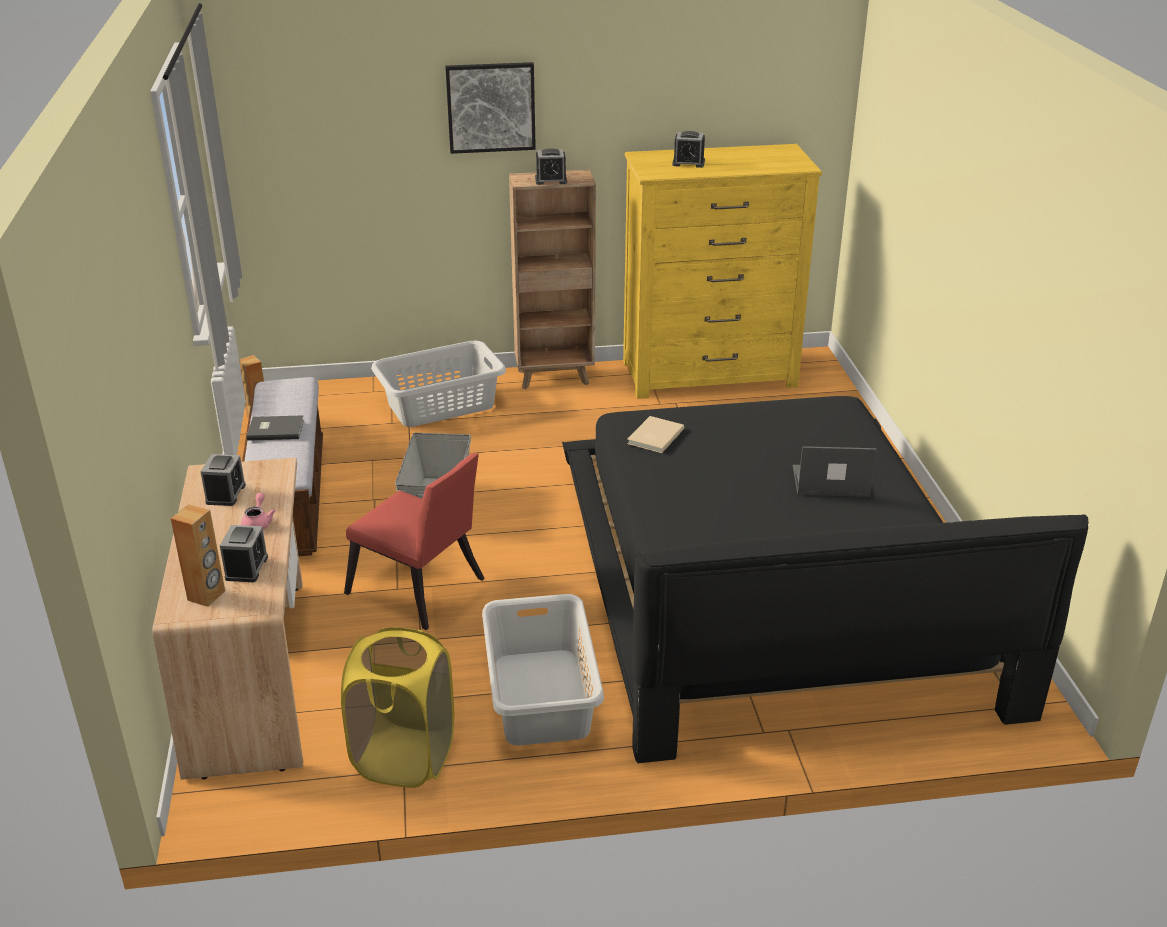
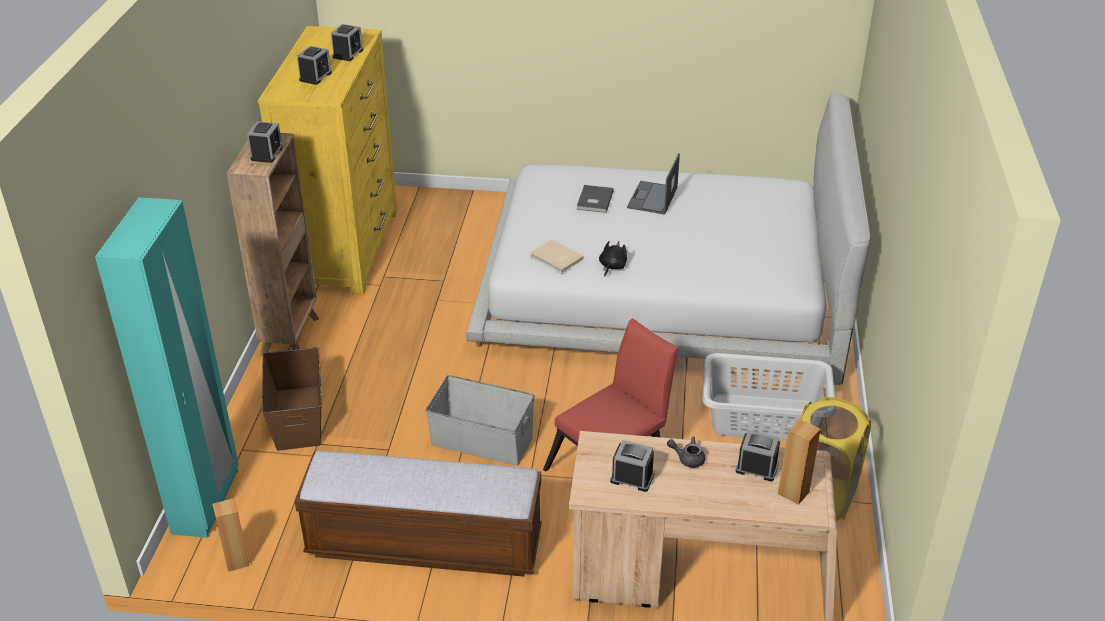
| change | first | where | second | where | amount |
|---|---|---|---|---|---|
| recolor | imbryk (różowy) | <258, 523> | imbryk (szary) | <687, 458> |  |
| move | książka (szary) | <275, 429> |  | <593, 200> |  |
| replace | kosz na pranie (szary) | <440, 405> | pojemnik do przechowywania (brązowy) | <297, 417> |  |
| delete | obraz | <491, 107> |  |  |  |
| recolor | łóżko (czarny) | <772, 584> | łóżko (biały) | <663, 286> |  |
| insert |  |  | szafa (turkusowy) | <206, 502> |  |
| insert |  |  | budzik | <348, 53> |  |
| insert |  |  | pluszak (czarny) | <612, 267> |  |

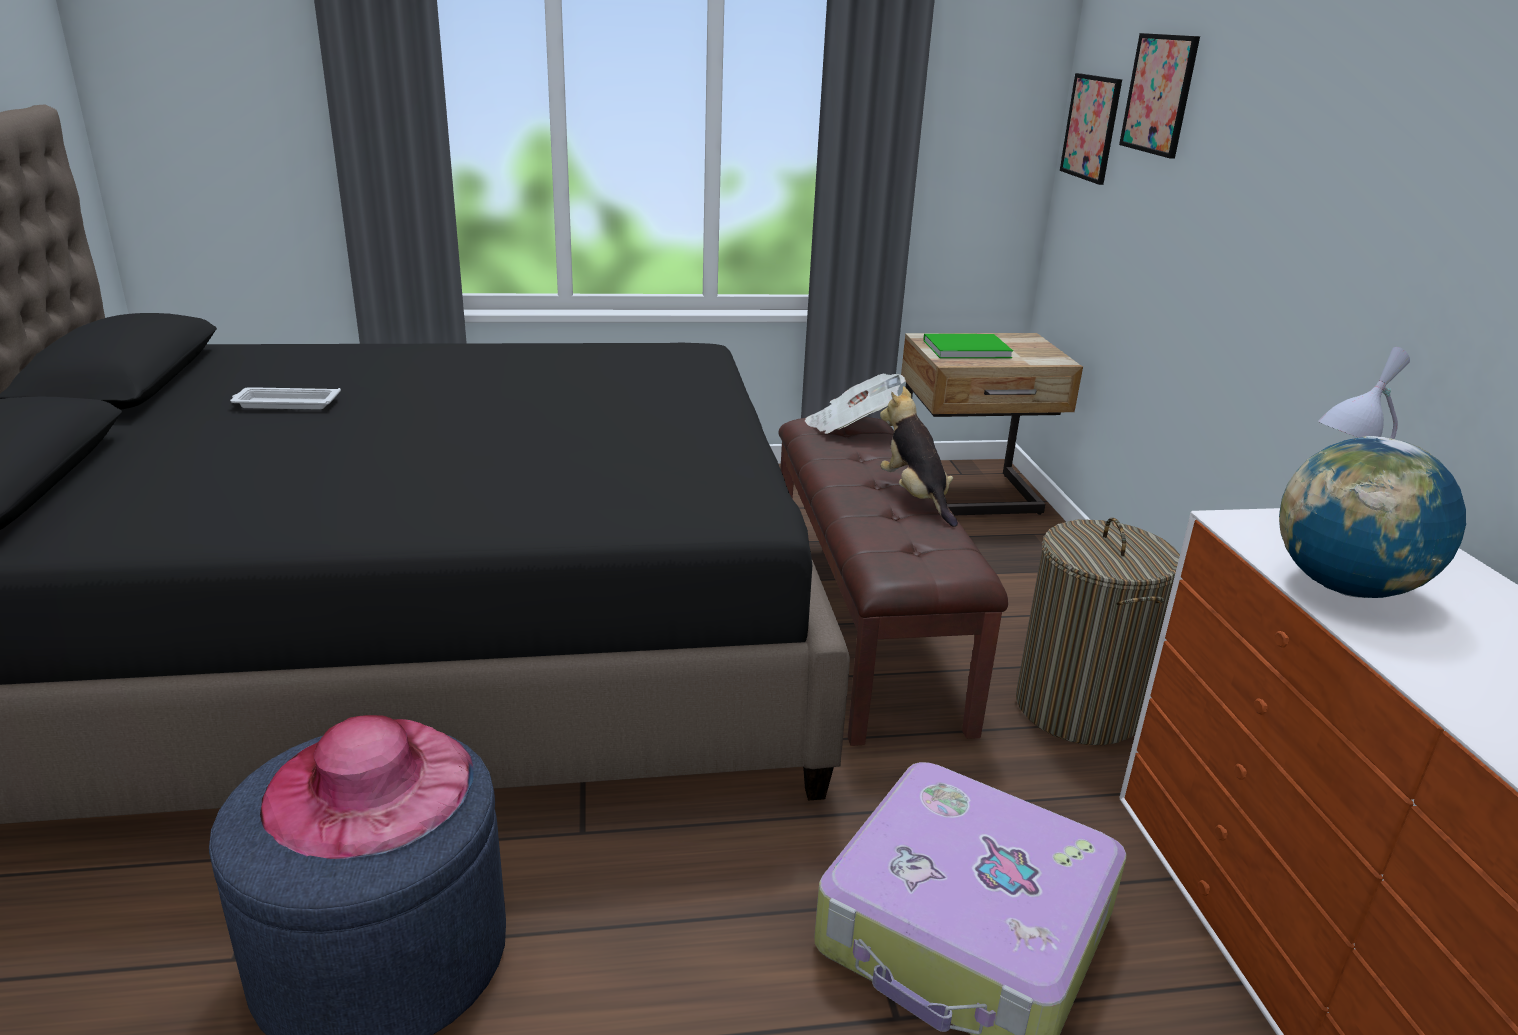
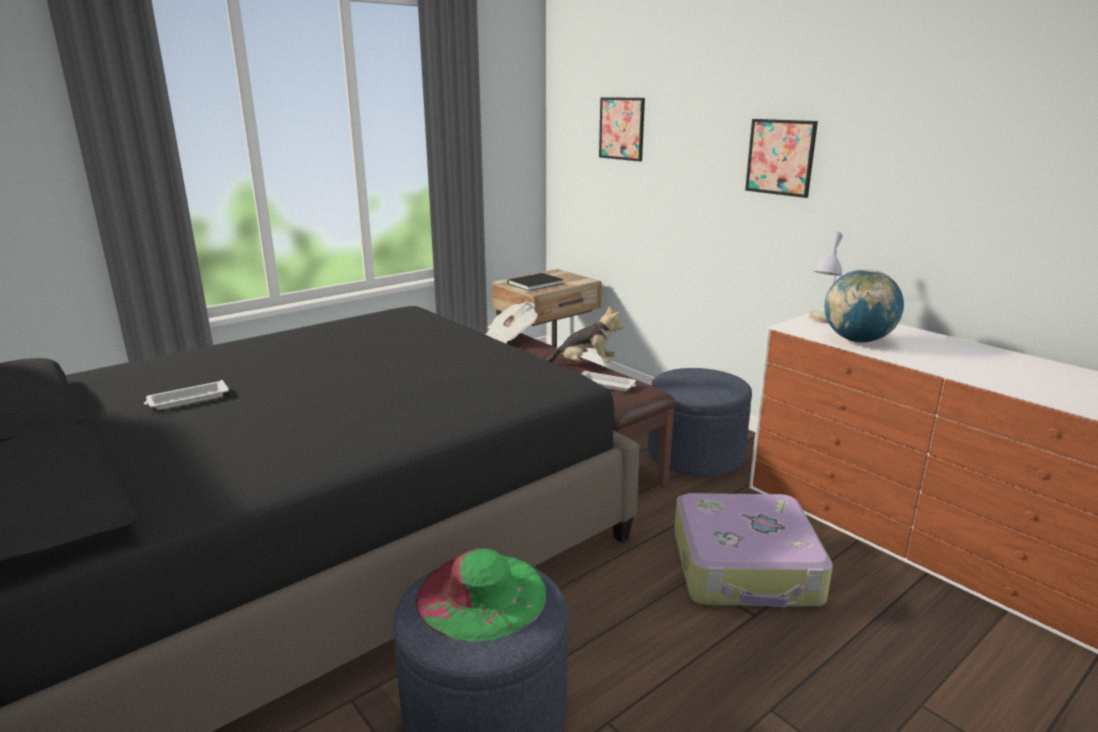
| change | first | where | second | where | amount |
|---|---|---|---|---|---|
| recolor | kapelusz (różowy) | <369, 785> | kapelusz (zielony) | <481, 595> |  |
| rotate | pluszak | <915, 497> |  | <585, 365> | 150 degrees clockwise |
| recolor | książka (zielony) | <963, 348> | książka (czarny) | <533, 283> |  |
| replace | kosz na pranie | <1078, 708> | pufa (niebieski) | <695, 455> |  |
| move | obraz | <1091, 127> |  | <780, 157> |  |
| insert |  |  | taca (biały) | <607, 385> |  |

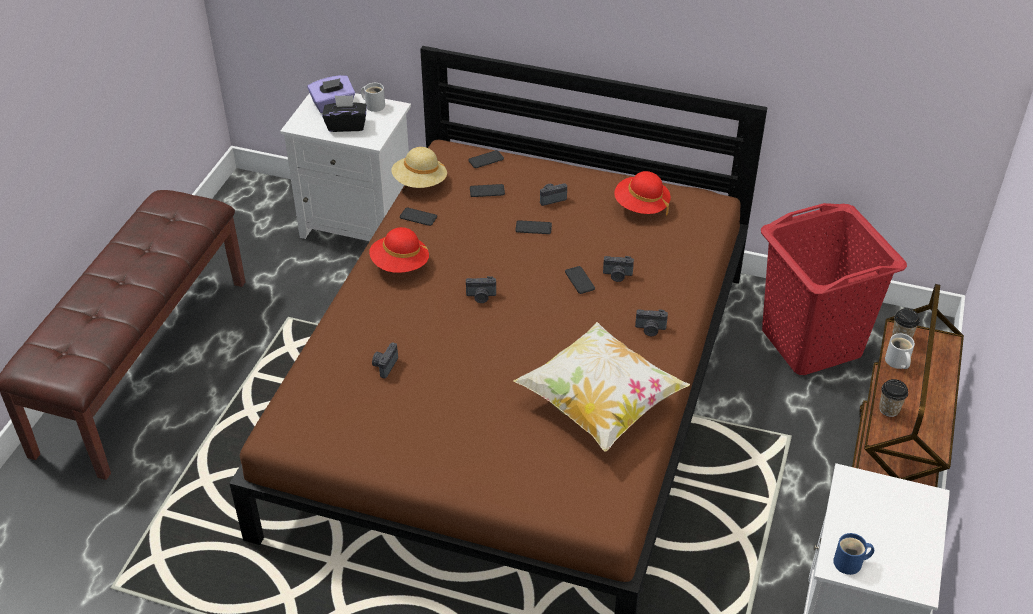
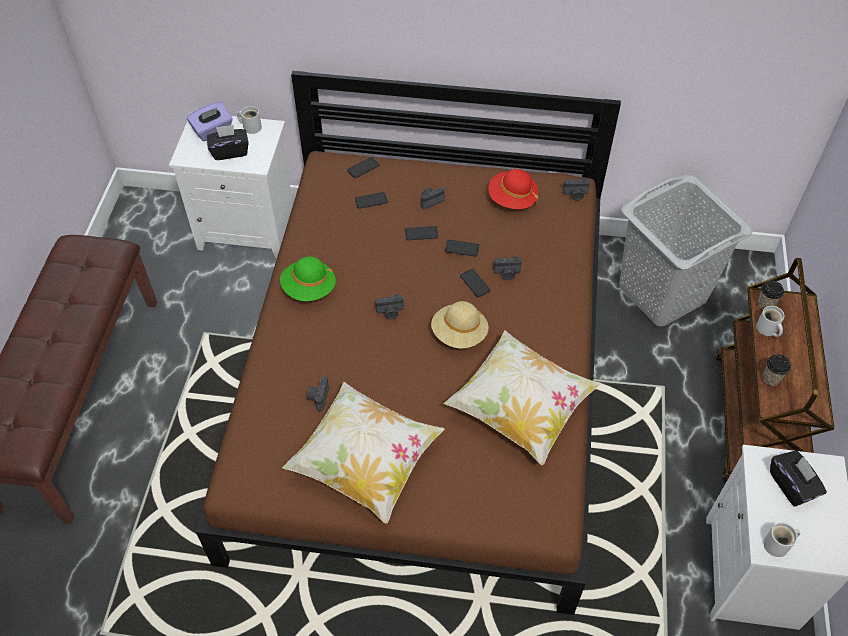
| change | first | where | second | where | amount |
|---|---|---|---|---|---|
| recolor | kapelusz (czerwony) | <400, 265> | kapelusz (zielony) | <309, 289> |  |
| move | kapelusz (beżowy) | <420, 182> |  | <459, 334> |  |
| move | telefon | <418, 217> |  | <462, 248> |  |
| move | aparat fotograficzny | <650, 329> |  | <575, 195> |  |
| recolor | kosz na pranie (czerwony) | <811, 341> | kosz na pranie (szary) | <662, 292> |  |
| recolor | kubek (niebieski) | <850, 563> | kubek (biały) | <778, 545> |  |
| insert |  |  | poduszka | <365, 463> |  |
| insert |  |  | pudełko chusteczek (czarny) | <792, 485> |  |

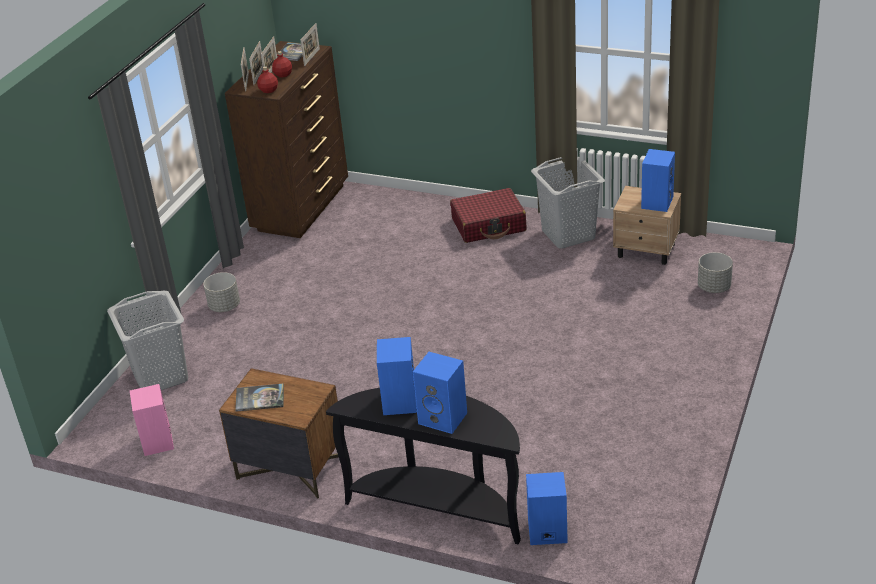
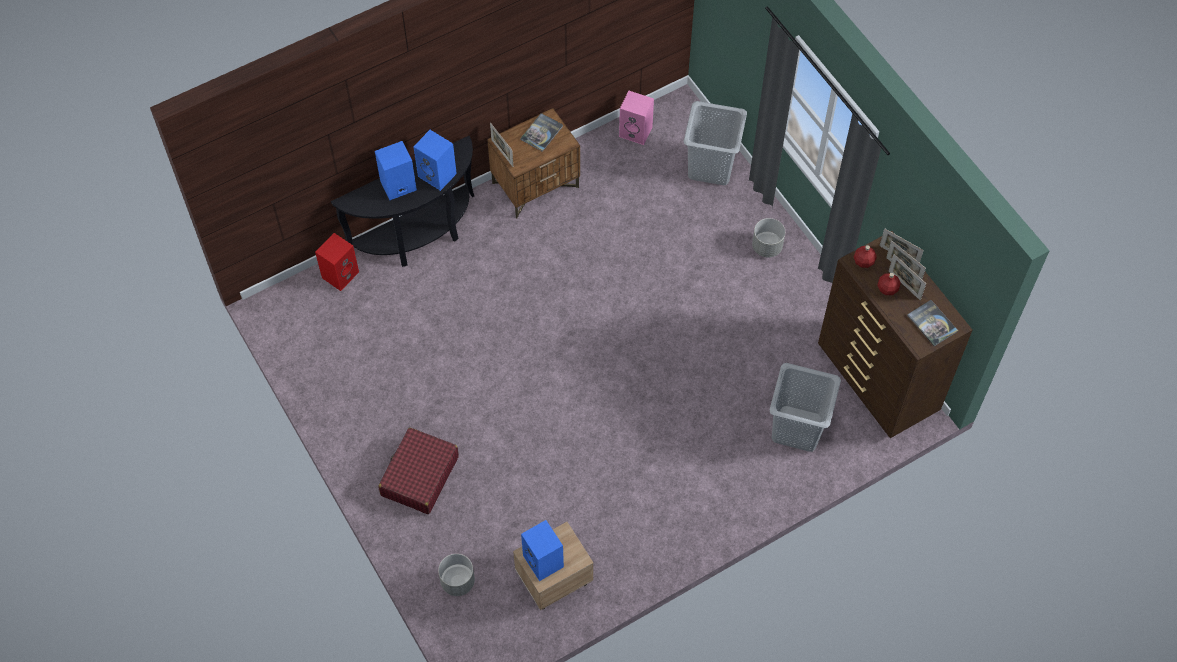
| change | first | where | second | where | amount |
|---|---|---|---|---|---|
| move | ramka na zdjęcie | <312, 57> |  | <502, 153> |  |
| move | walizka (czerwony) | <489, 225> |  | <419, 476> |  |
| recolor | głośnik (niebieski) | <546, 532> | głośnik (czerwony) | <340, 274> |  |
| move | kosz na pranie (szary) | <568, 234> |  | <797, 429> |  |

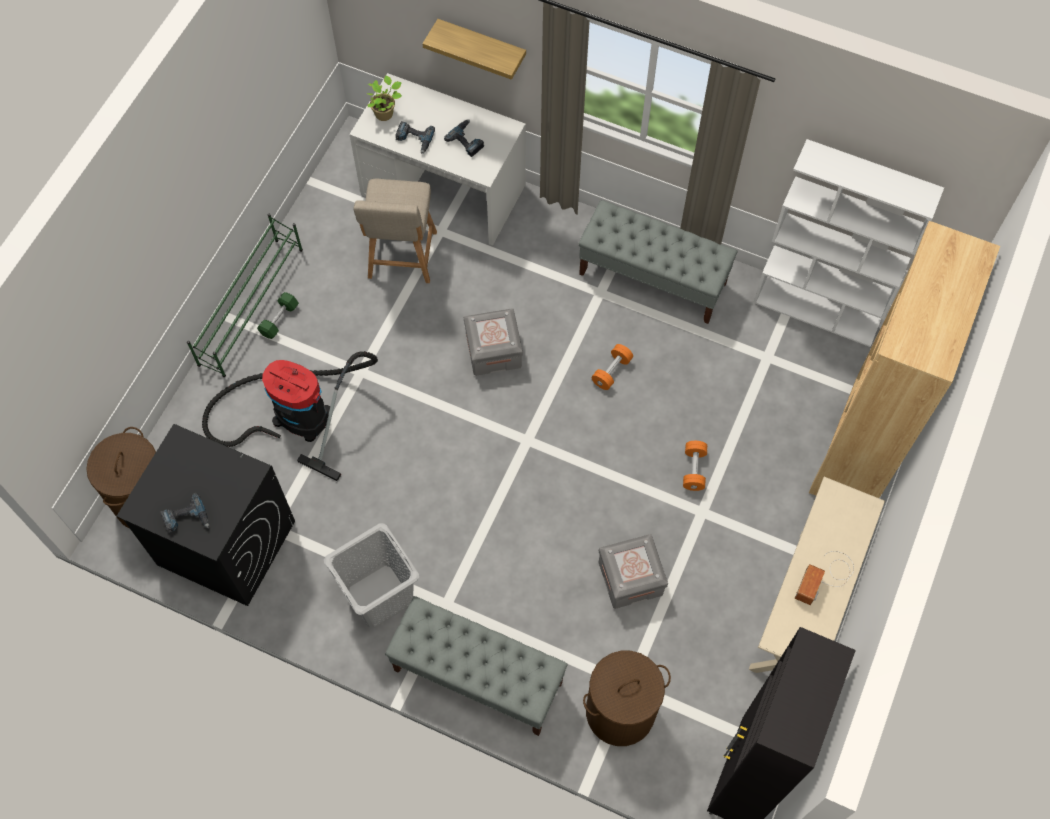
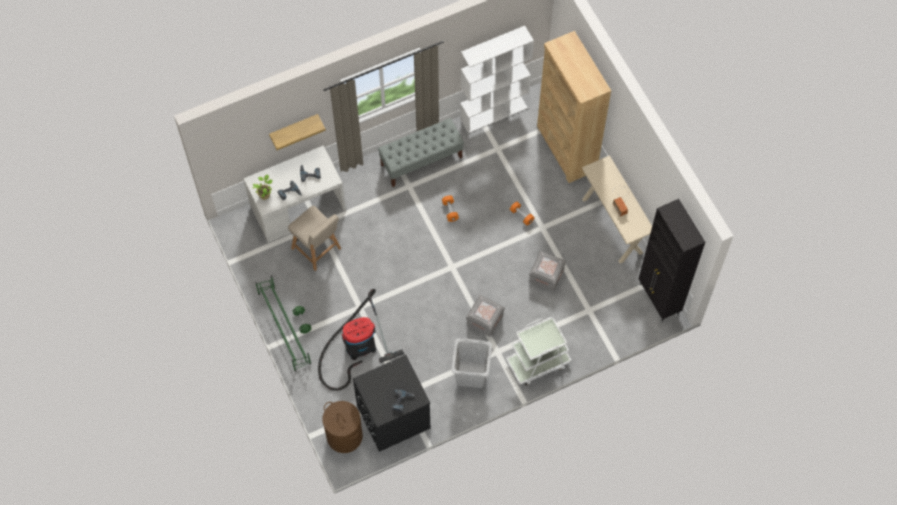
| change | first | where | second | where | amount |
|---|---|---|---|---|---|
| replace | ławka (szary) | <477, 676> | wózek (biały) | <537, 362> |  |
| move | pojemnik do przechowywania (szary) | <493, 351> |  | <485, 320> |  |
| delete | kosz na pranie (brązowy) | <620, 712> |  |  |  |

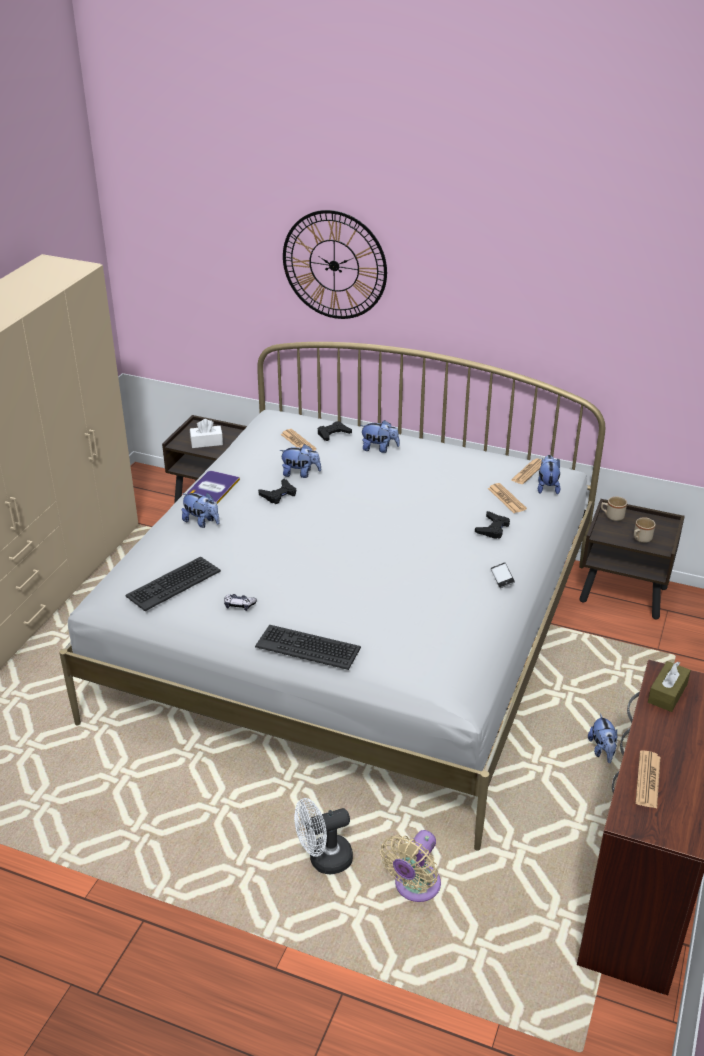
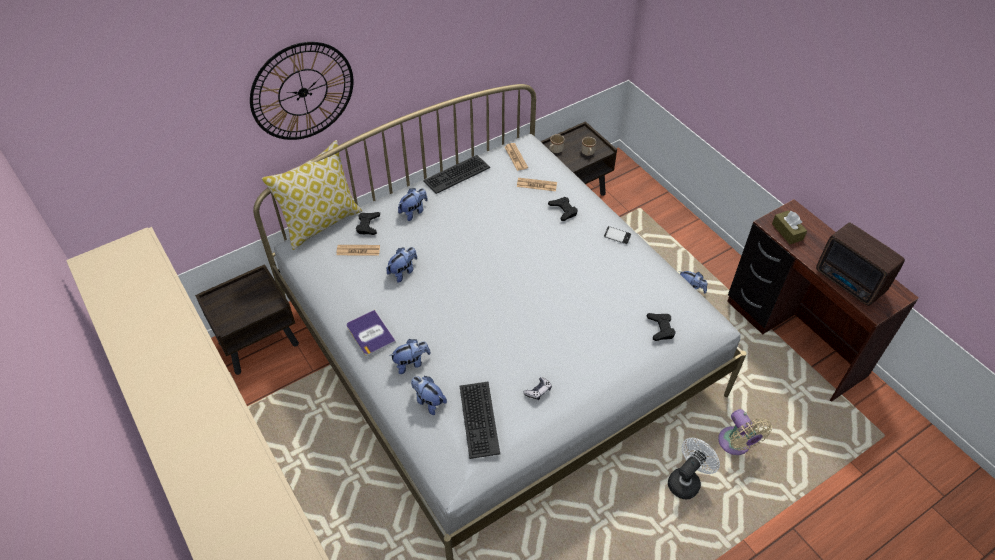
| change | first | where | second | where | amount |
|---|---|---|---|---|---|
| delete | pudełko chusteczek (biały) | <206, 442> |  |  |  |
| move | klawiatura | <308, 647> |  | <456, 174> |  |
| move | pad do gier (czarny) | <278, 495> |  | <660, 328> |  |
| rotate | wentylator (biały) | <323, 860> |  | <686, 480> | 150 degrees counterclockwise |
| move | pluszak | <547, 487> |  | <428, 401> |  |
| replace | gazeta | <648, 780> | radio | <850, 283> |  |
| insert |  |  | poduszka | <321, 222> |  |

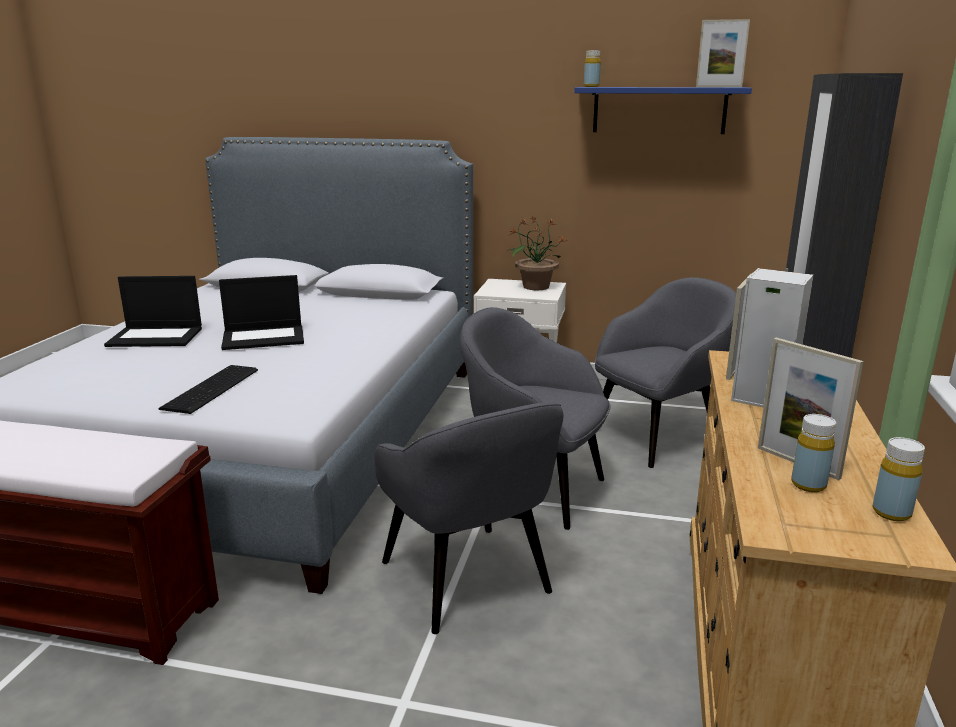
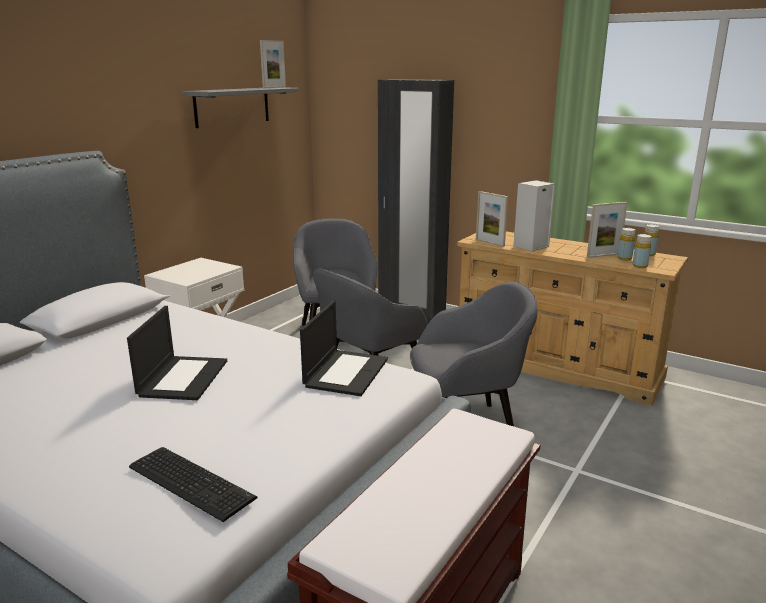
| change | first | where | second | where | amount |
|---|---|---|---|---|---|
| move | laptop | <156, 337> |  | <346, 372> |  |
| move | klawiatura | <214, 388> |  | <192, 480> |  |
| delete | roślina doniczkowa | <535, 287> |  |  |  |
| recolor | półka (niebieski) | <659, 110> | półka (szary) | <232, 106> |  |
| move | butelka (żółty) | <591, 86> |  | <640, 266> |  |

